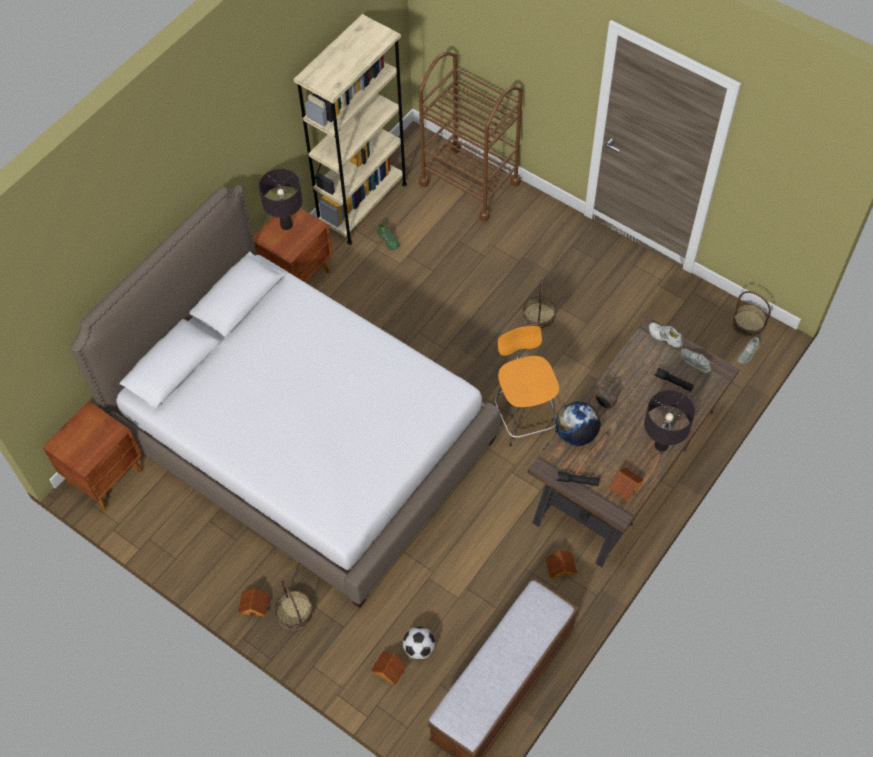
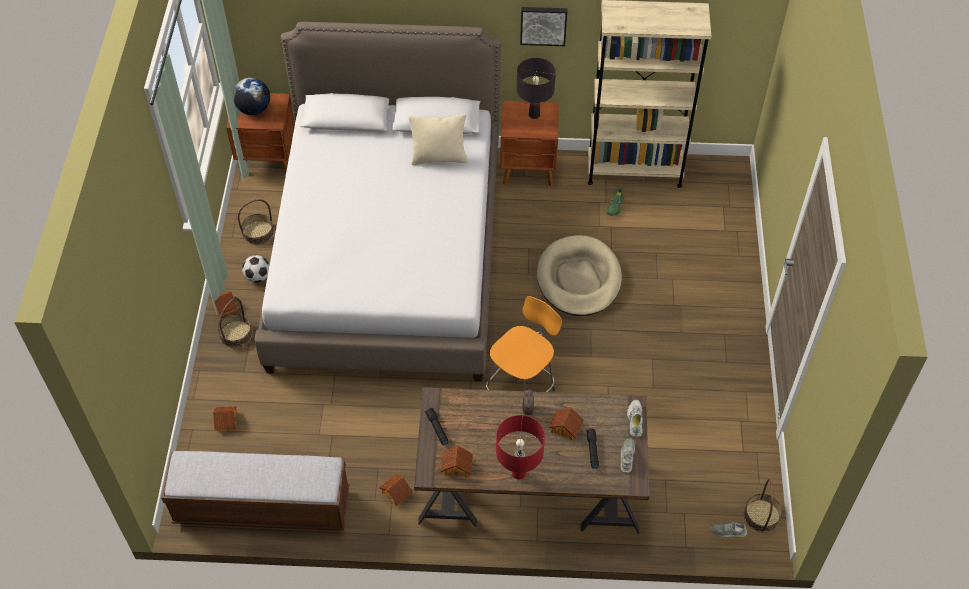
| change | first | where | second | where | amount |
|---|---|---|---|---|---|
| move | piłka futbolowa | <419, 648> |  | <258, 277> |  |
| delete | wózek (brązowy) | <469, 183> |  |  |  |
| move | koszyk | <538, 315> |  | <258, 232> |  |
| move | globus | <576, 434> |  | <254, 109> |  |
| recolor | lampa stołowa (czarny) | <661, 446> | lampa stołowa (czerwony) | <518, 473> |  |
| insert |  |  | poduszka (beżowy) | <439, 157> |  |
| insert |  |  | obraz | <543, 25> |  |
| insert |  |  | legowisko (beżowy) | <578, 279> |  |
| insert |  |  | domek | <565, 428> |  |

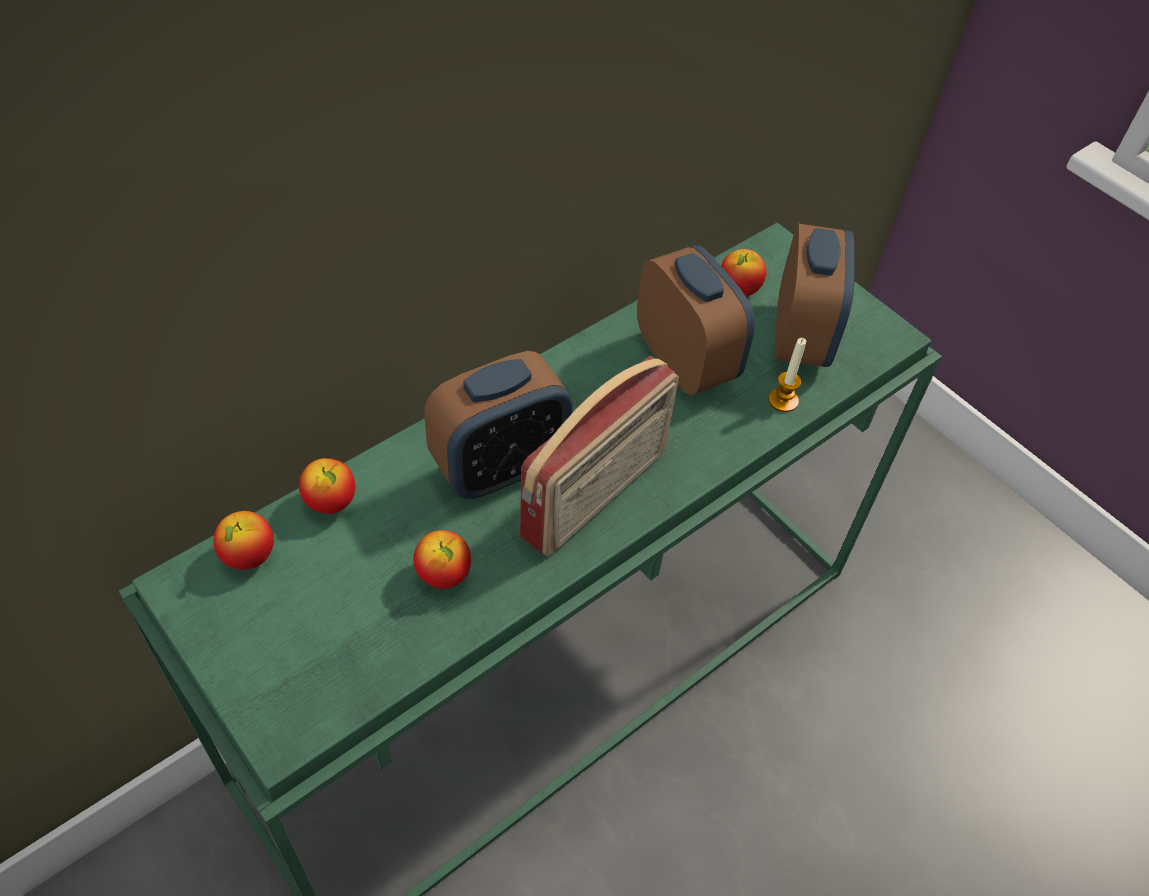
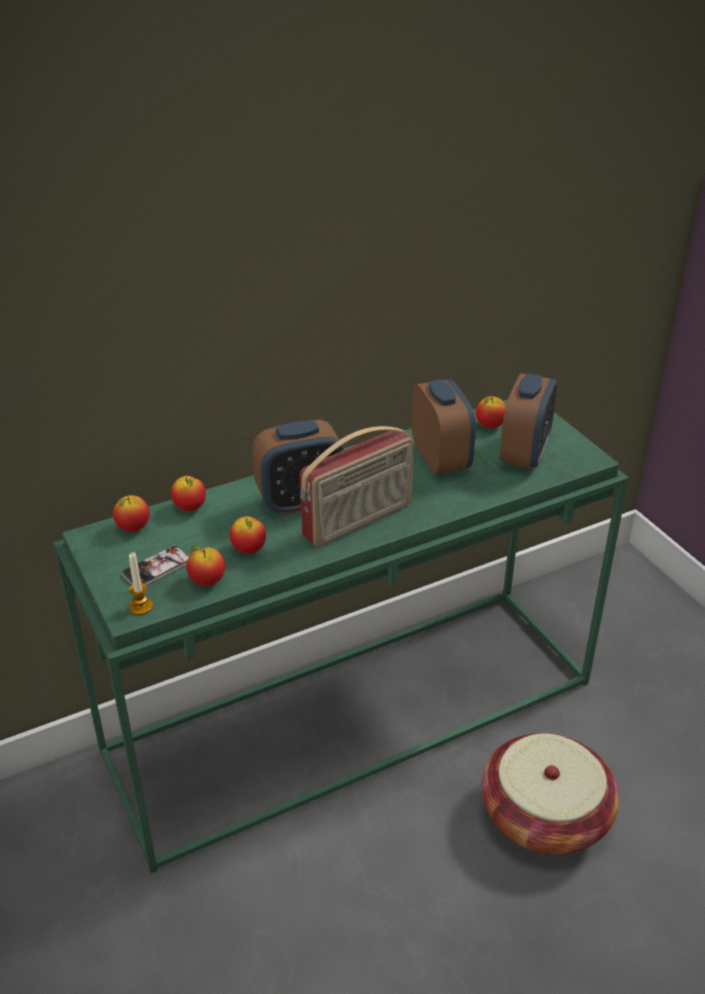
| change | first | where | second | where | amount |
|---|---|---|---|---|---|
| move | świeca | <783, 400> |  | <141, 606> |  |
| insert |  |  | telefon | <157, 568> |  |
| insert |  |  | jabłko | <207, 581> |  |
| insert |  |  | koszyk | <545, 816> |  |

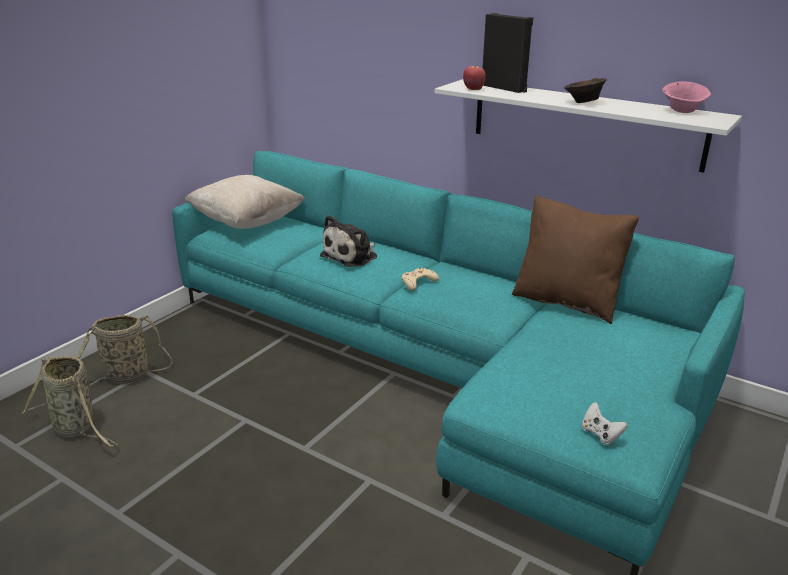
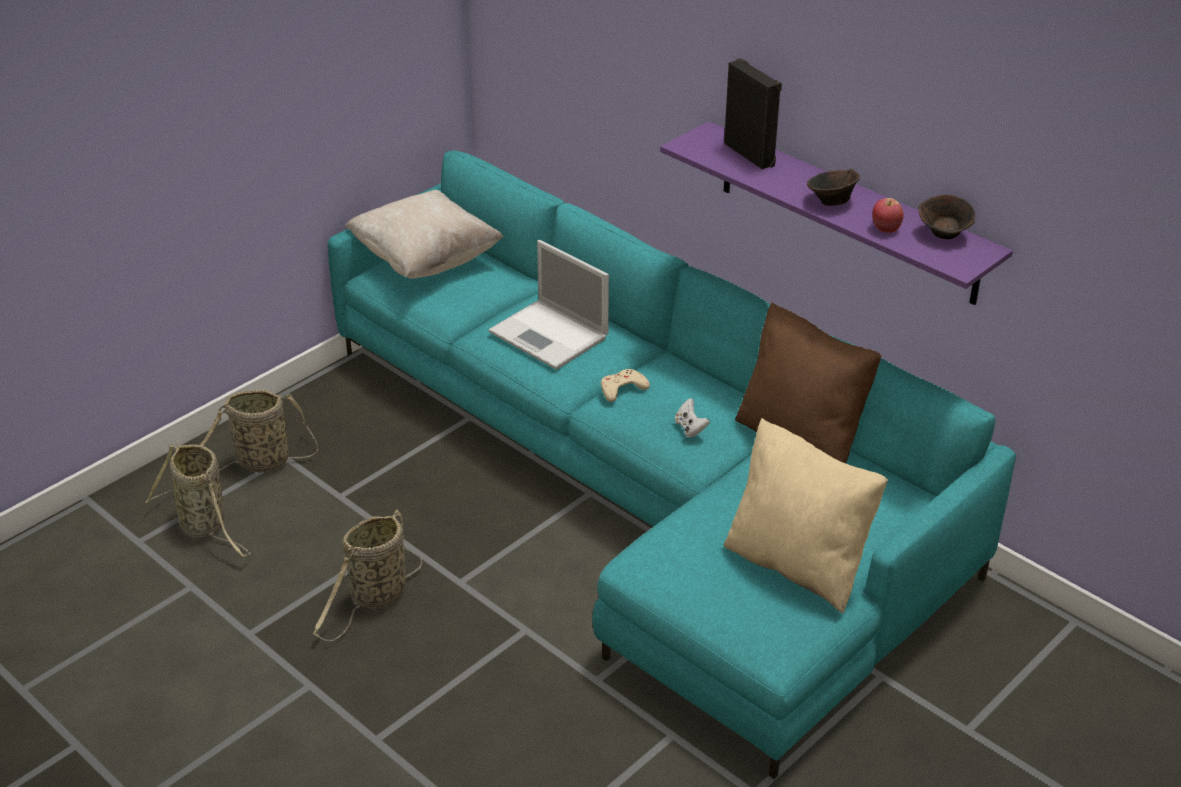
| change | first | where | second | where | amount |
|---|---|---|---|---|---|
| replace | pluszak | <352, 256> | laptop | <550, 335> |  |
| recolor | półka (biały) | <584, 123> | półka (fioletowy) | <847, 213> |  |
| move | jabłko | <473, 89> |  | <885, 229> |  |
| move | pad do gier (biały) | <600, 434> |  | <690, 428> |  |
| recolor | miska (różowy) | <683, 111> | miska (brązowy) | <944, 234> |  |
| insert |  |  | koszyk | <376, 598> |  |
| insert |  |  | poduszka (beżowy) | <797, 564> |  |

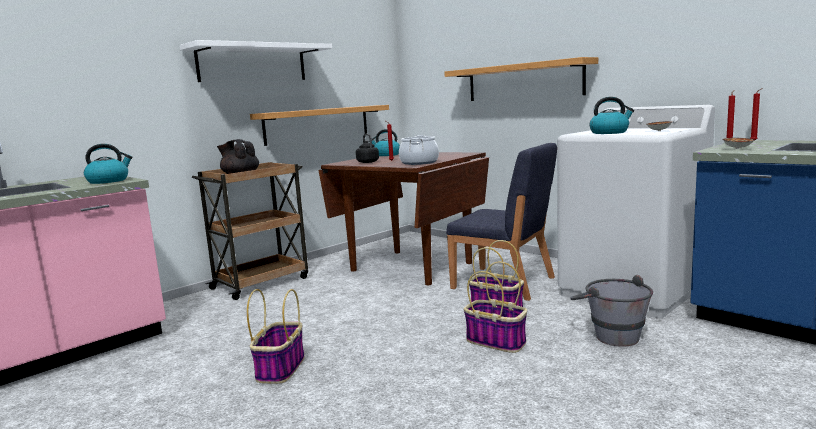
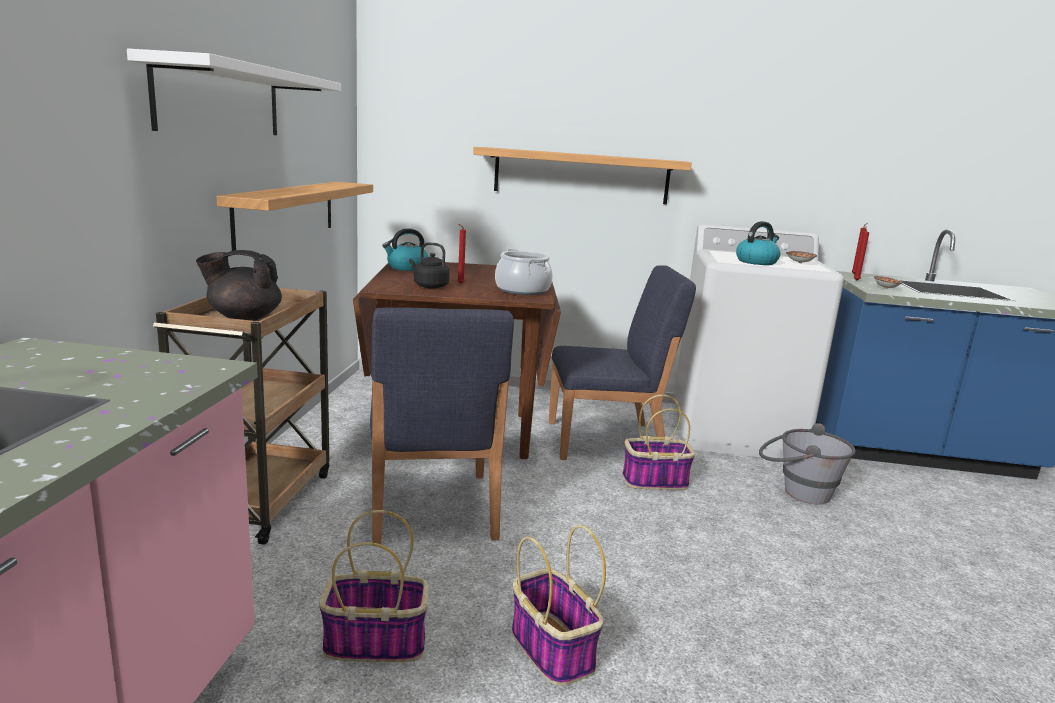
| change | first | where | second | where | amount |
|---|---|---|---|---|---|
| delete | czajnik | <109, 181> |  |  |  |
| move | koszyk | <497, 341> |  | <377, 642> |  |
| insert |  |  | krzesło (niebieski) | <432, 508> |  |

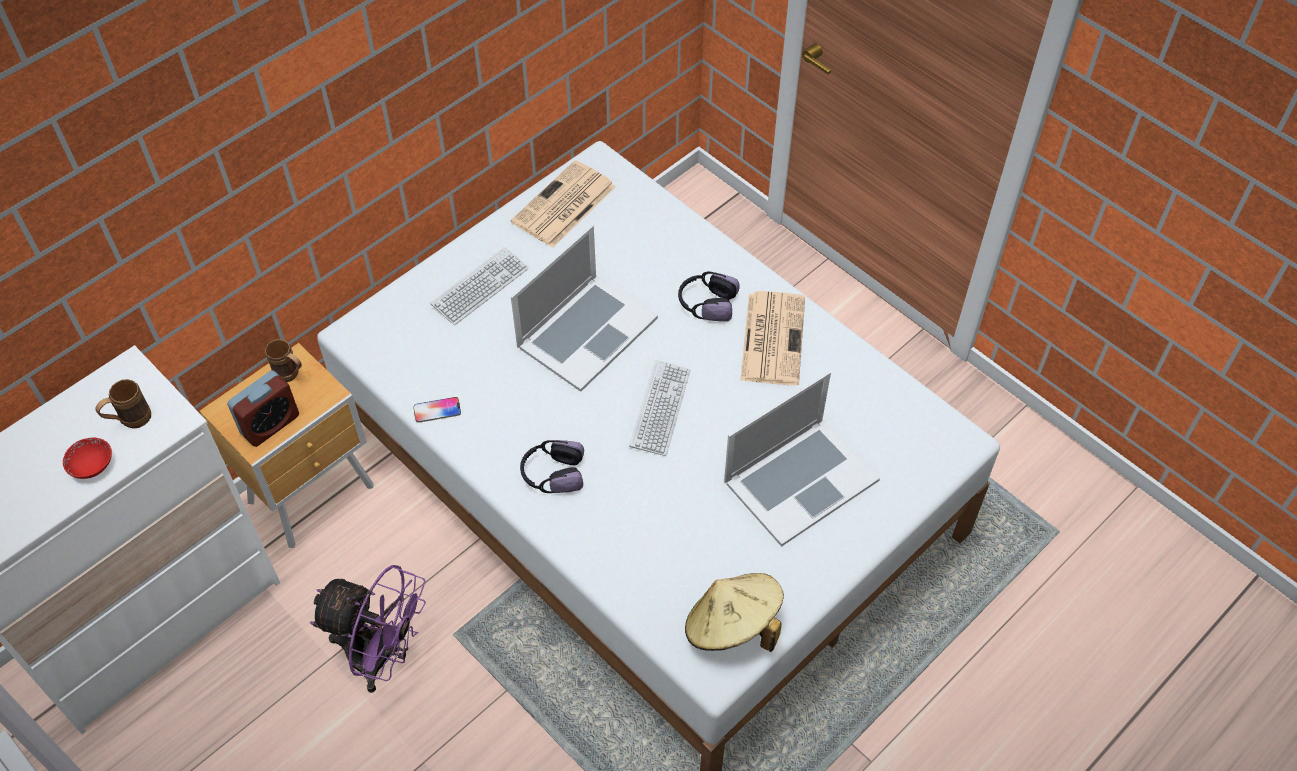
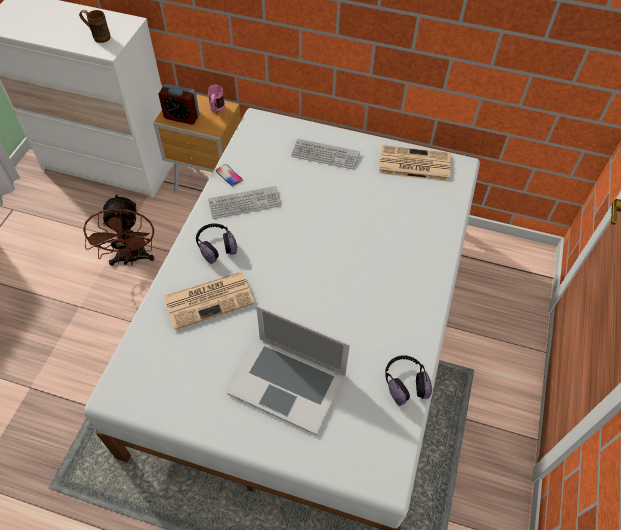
| change | first | where | second | where | amount |
|---|---|---|---|---|---|
| delete | miska (czerwony) | <92, 466> |  |  |  |
| recolor | kubek (brązowy) | <291, 375> | kubek (różowy) | <216, 110> |  |
| recolor | wentylator (fioletowy) | <382, 657> | wentylator (brązowy) | <132, 259> |  |
| delete | laptop | <586, 331> |  |  |  |
| move | klawiatura | <660, 409> |  | <245, 203> |  |
| move | słuchawki | <706, 303> |  | <405, 382> |  |
| delete | kapelusz (beżowy) | <732, 627> |  |  |  |
| move | gazeta | <772, 337> |  | <210, 299> |  |

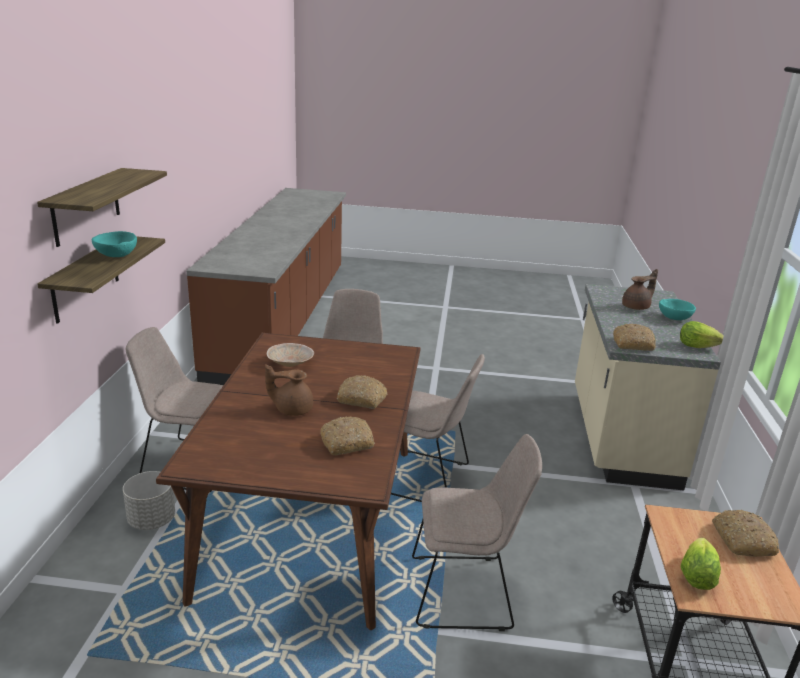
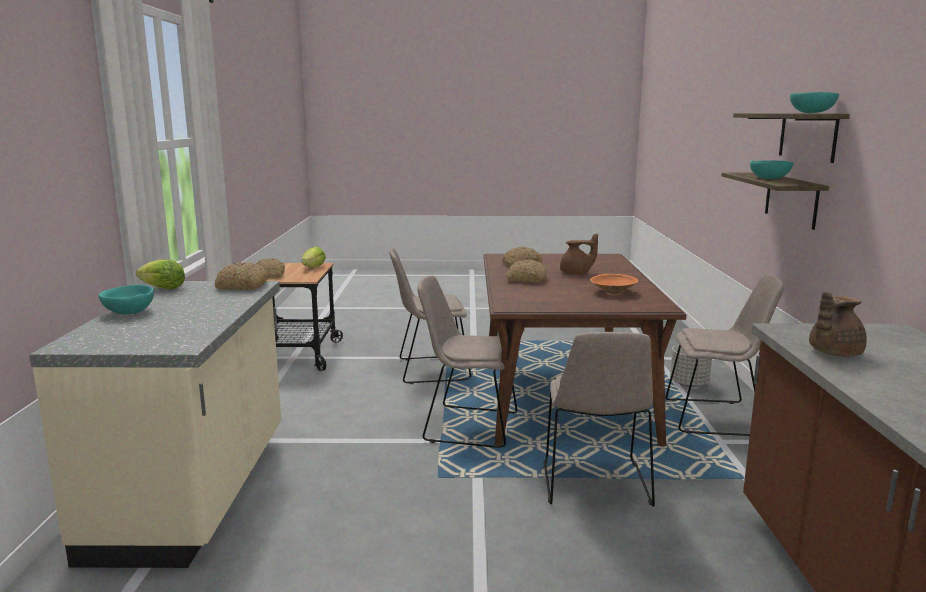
| change | first | where | second | where | amount |
|---|---|---|---|---|---|
| recolor | miska (beżowy) | <291, 364> | miska (pomarańczowy) | <612, 292> |  |
| move | imbryk (brązowy) | <637, 307> |  | <833, 353> |  |
| insert |  |  | miska (turkusowy) | <812, 113> |  |

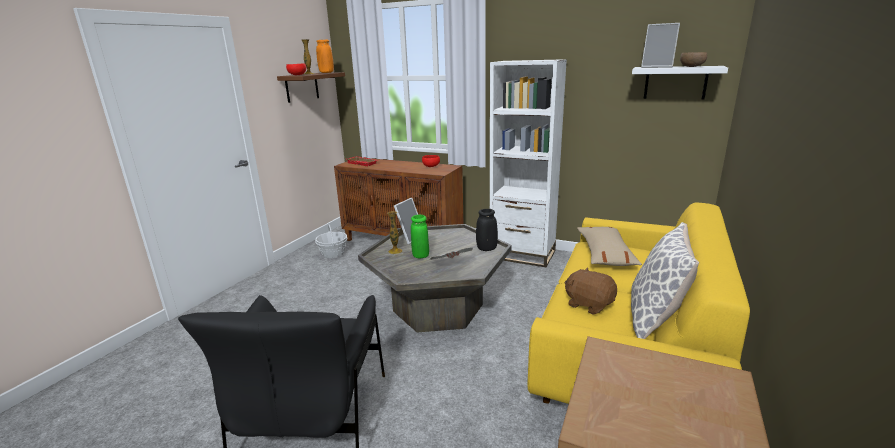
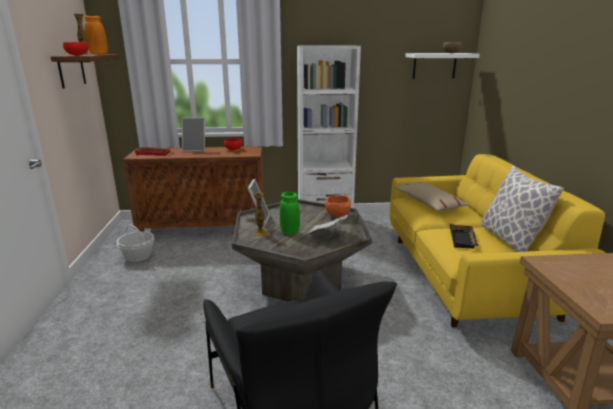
| change | first | where | second | where | amount |
|---|---|---|---|---|---|
| replace | wazon (czarny) | <486, 249> | miska (pomarańczowy) | <338, 216> |  |
| replace | pluszak (brązowy) | <589, 304> | taca (czarny) | <463, 240> |  |
| move | ramka na zdjęcie | <658, 67> |  | <195, 149> |  |

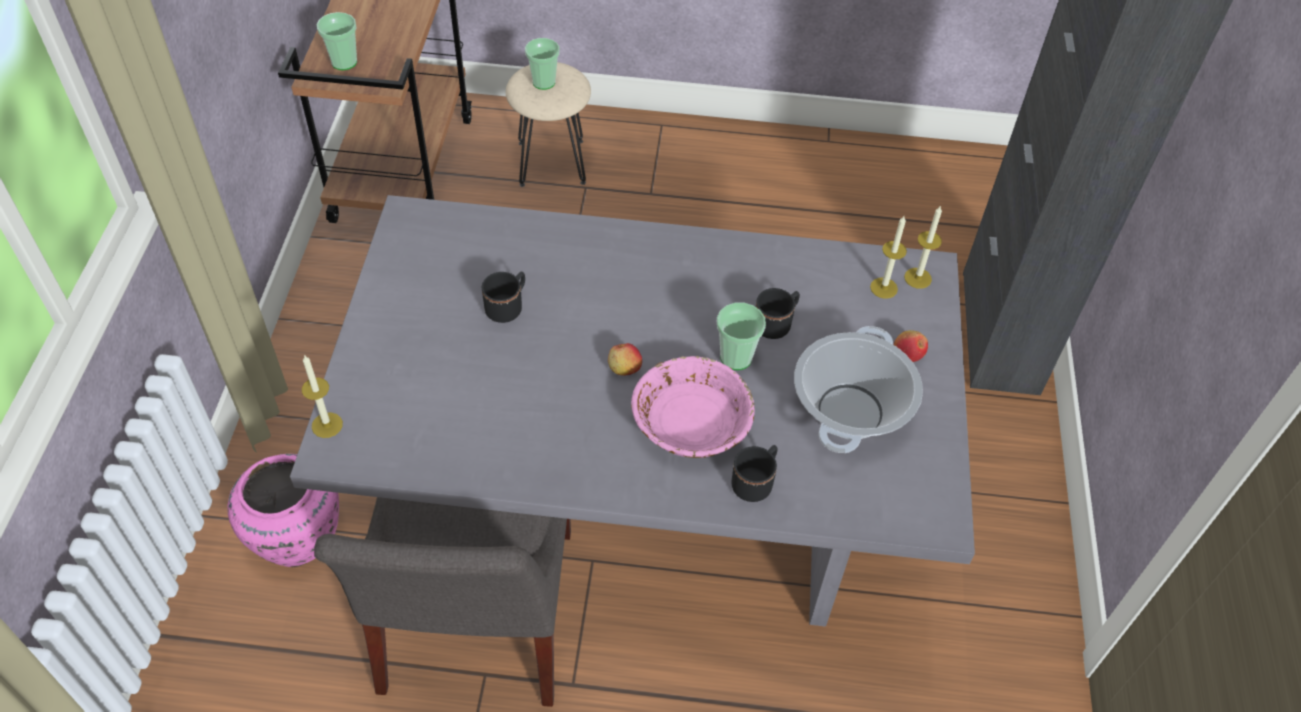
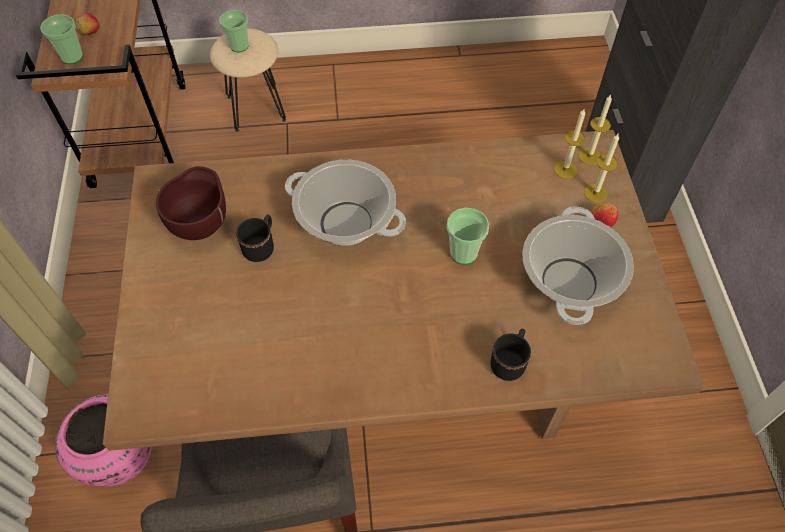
| change | first | where | second | where | amount |
|---|---|---|---|---|---|
| recolor | stół jadalny (szary) | <640, 512> | stół jadalny (brązowy) | <391, 375> |  |
| move | świeca | <327, 425> |  | <595, 193> |  |
| move | jabłko | <624, 368> |  | <90, 32> |  |
| delete | miska (różowy) | <692, 422> |  |  |  |
| delete | kubek (czarny) | <776, 324> |  |  |  |
| insert |  |  | miska (brązowy) | <202, 224> |  |
| insert |  |  | garnek | <346, 223> |  |

